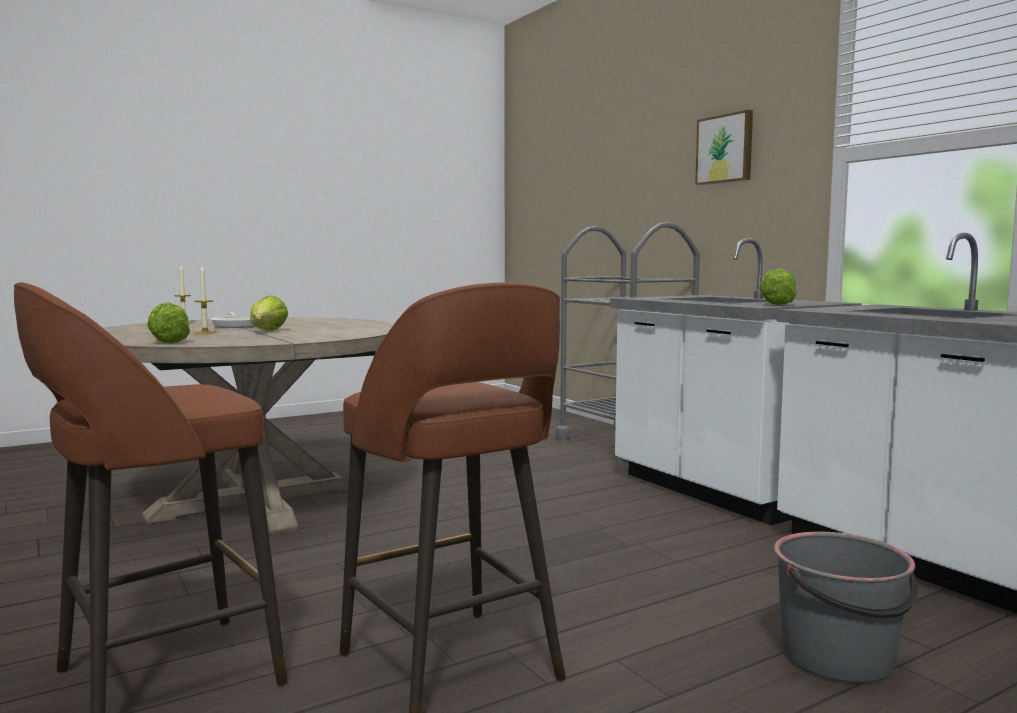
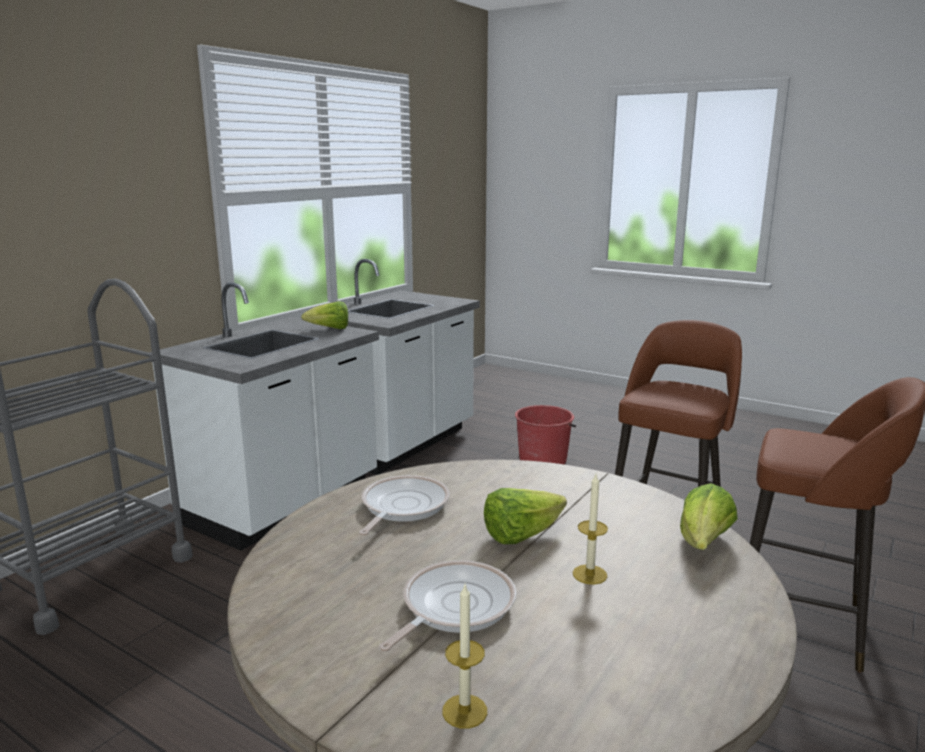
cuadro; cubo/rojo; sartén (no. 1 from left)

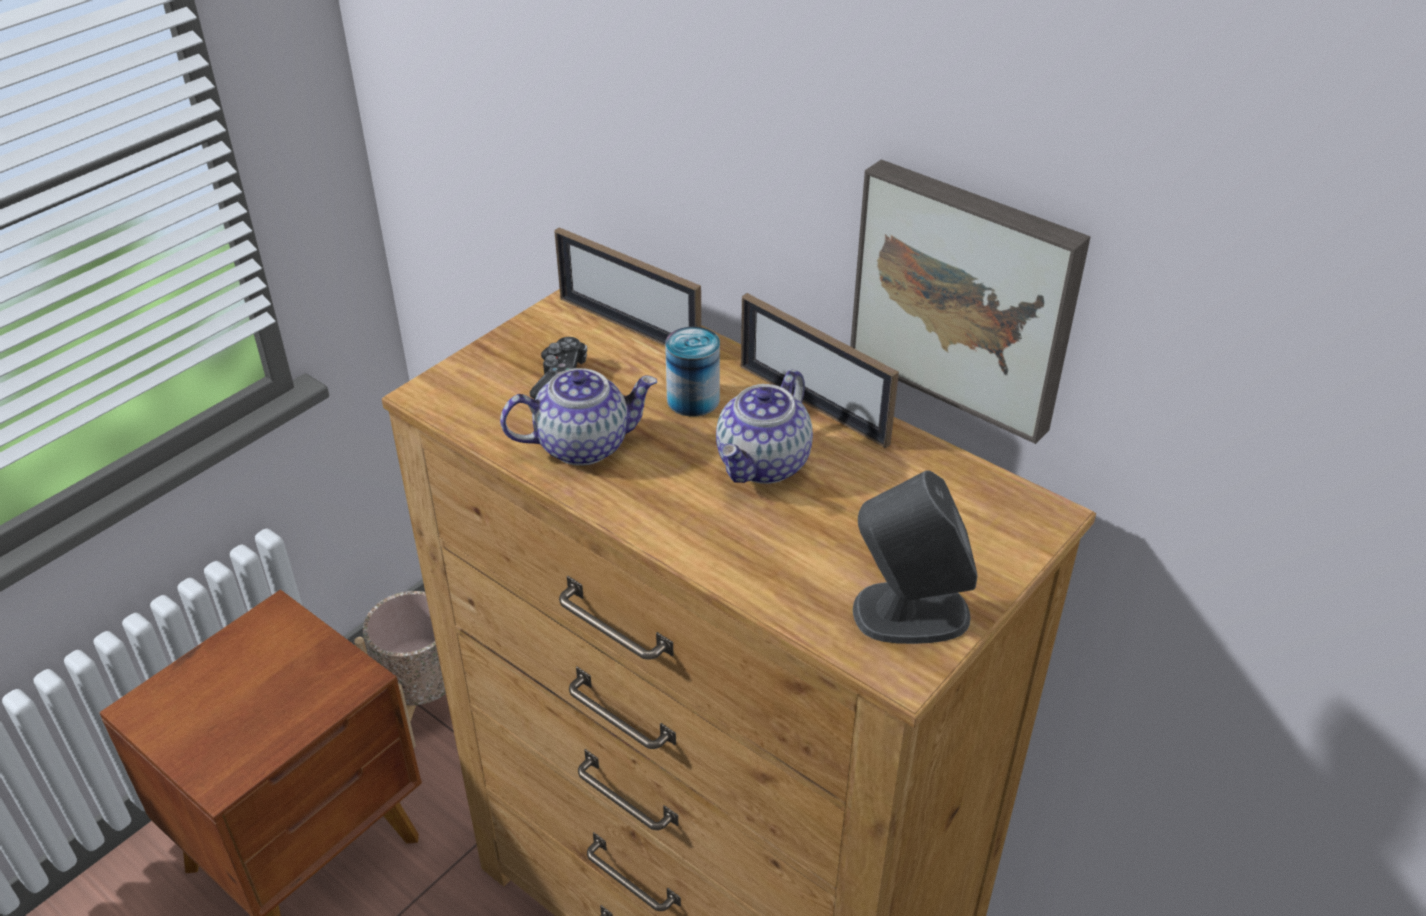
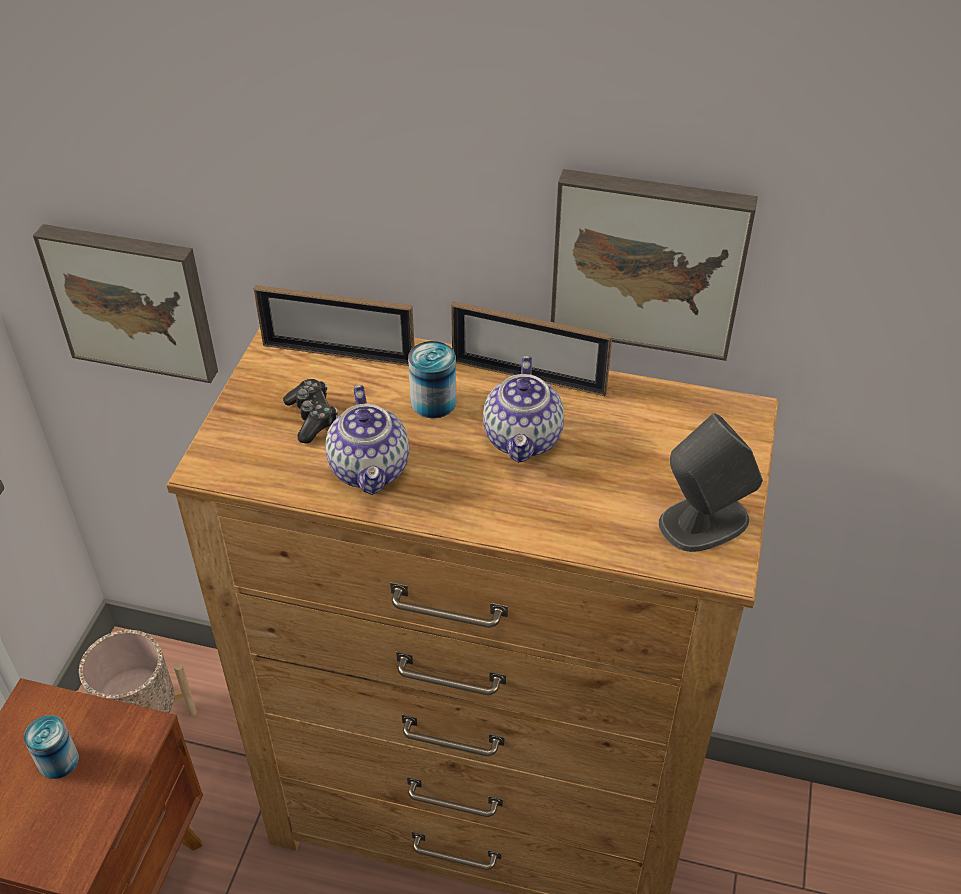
tetera (no. 1 from left); lata (no. 1 from left); cuadro (no. 1 from left)

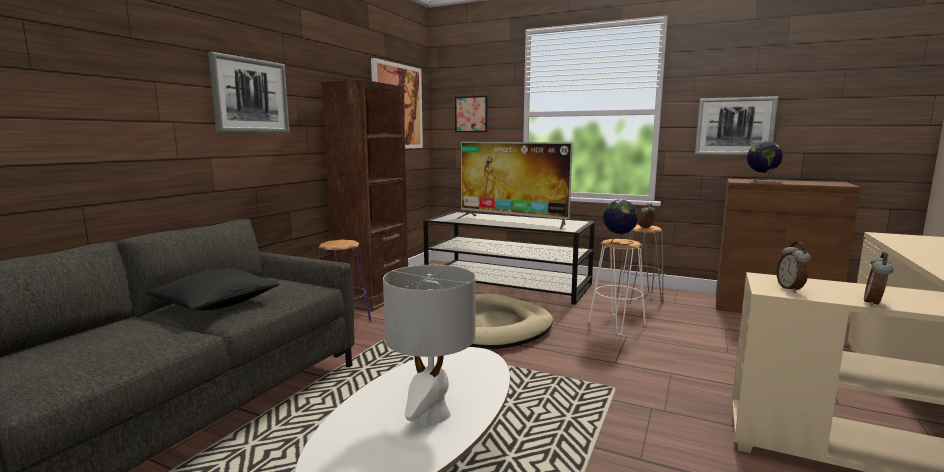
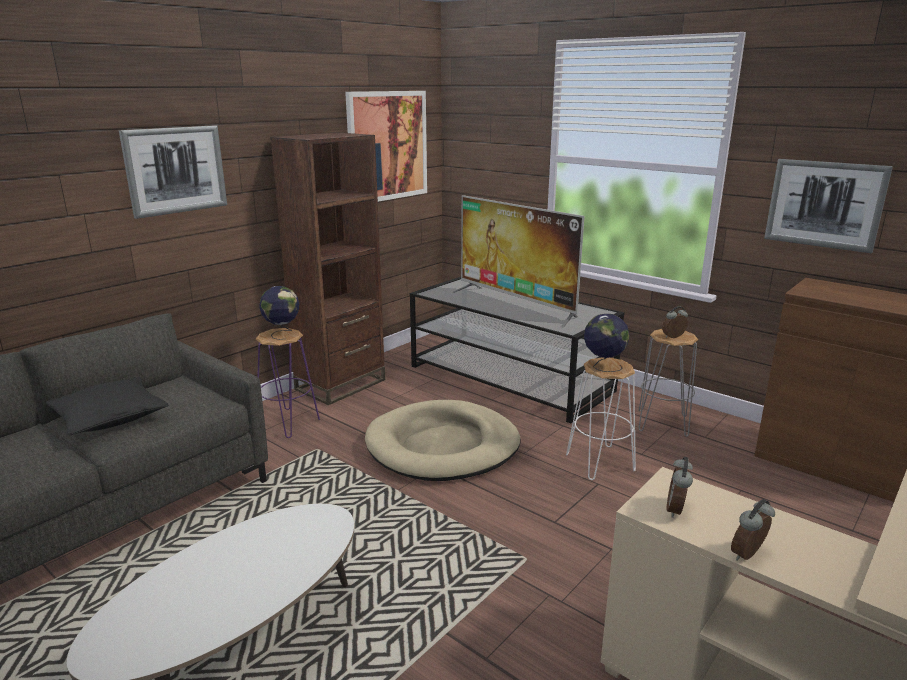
lámpara de mesa/gris; cuadro (no. 3 from left in the first image); globo terráqueo (no. 1 from left)

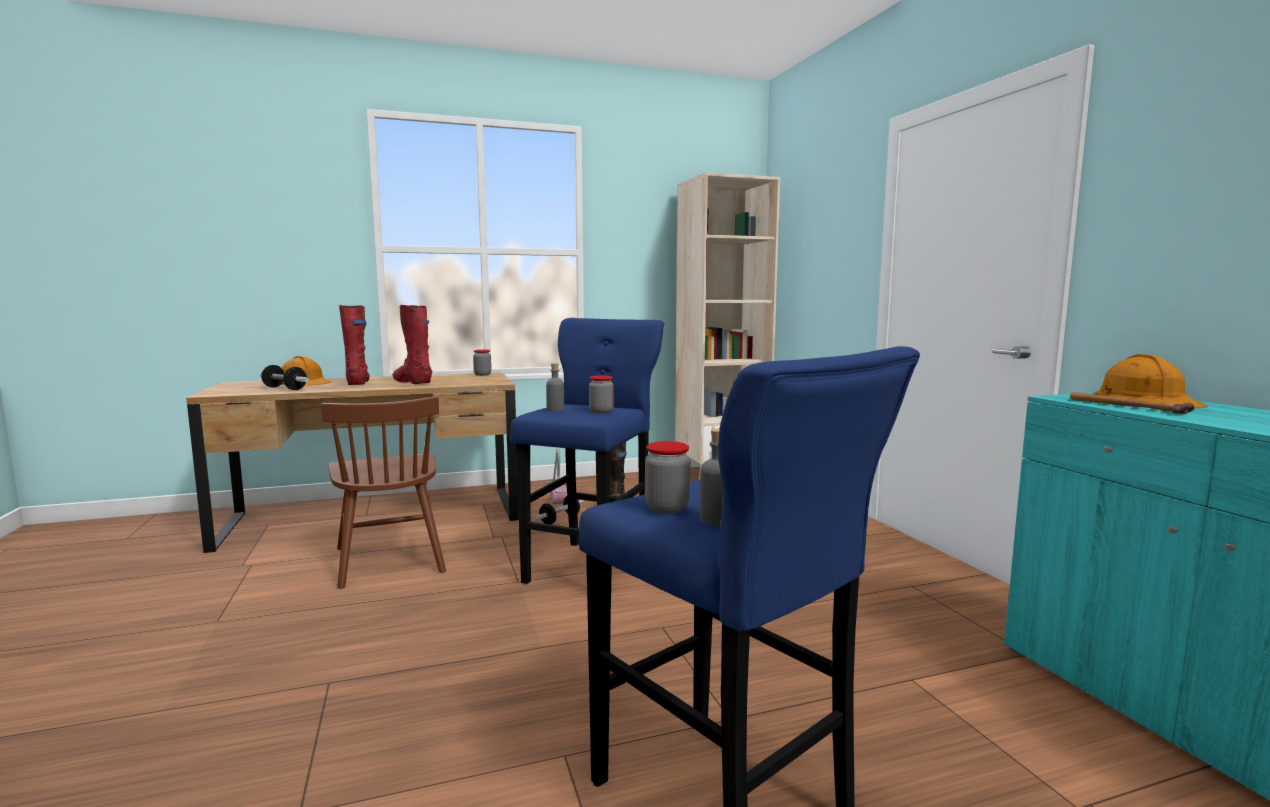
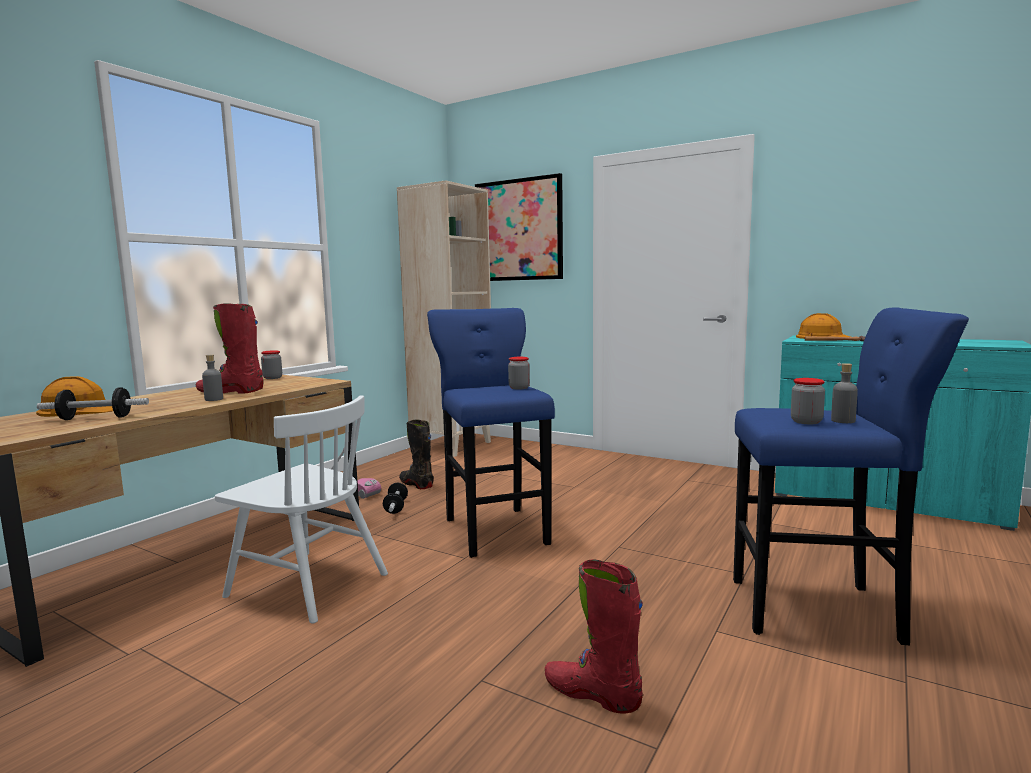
silla/blanco; bota/rojo (no. 2 from left); botella/gris (no. 1 from left); cuadro

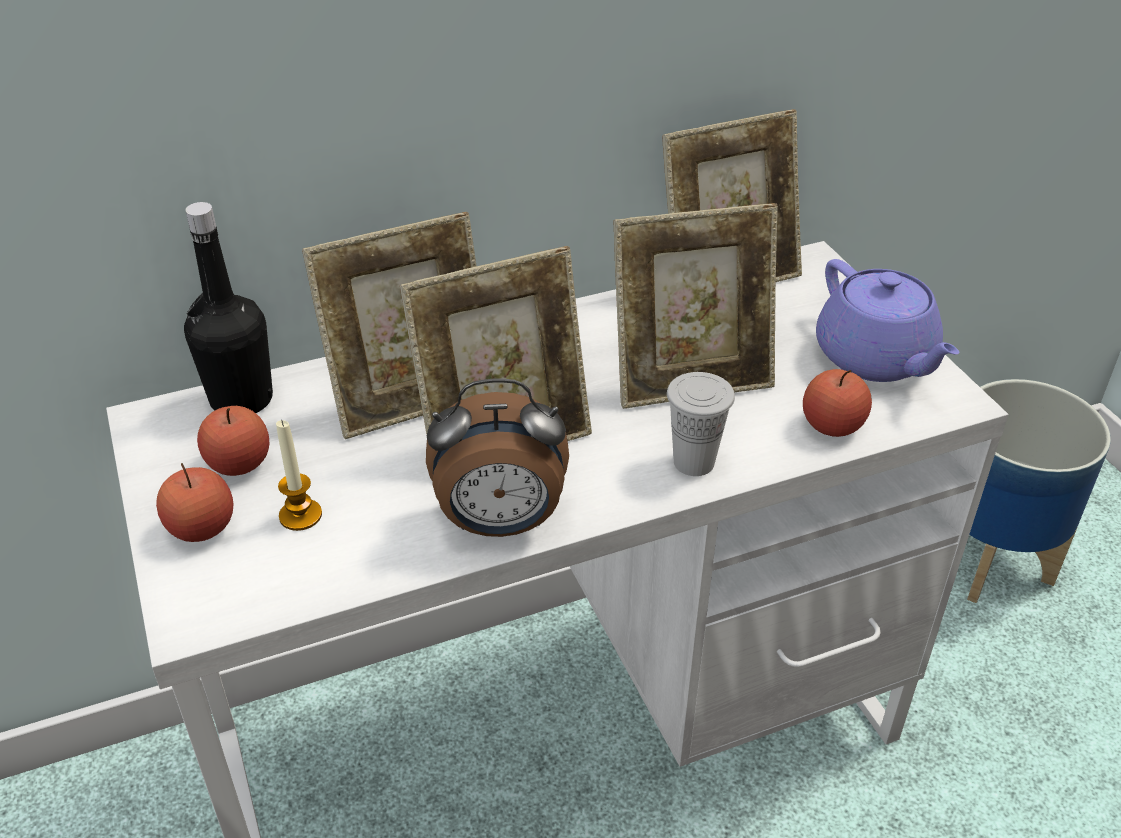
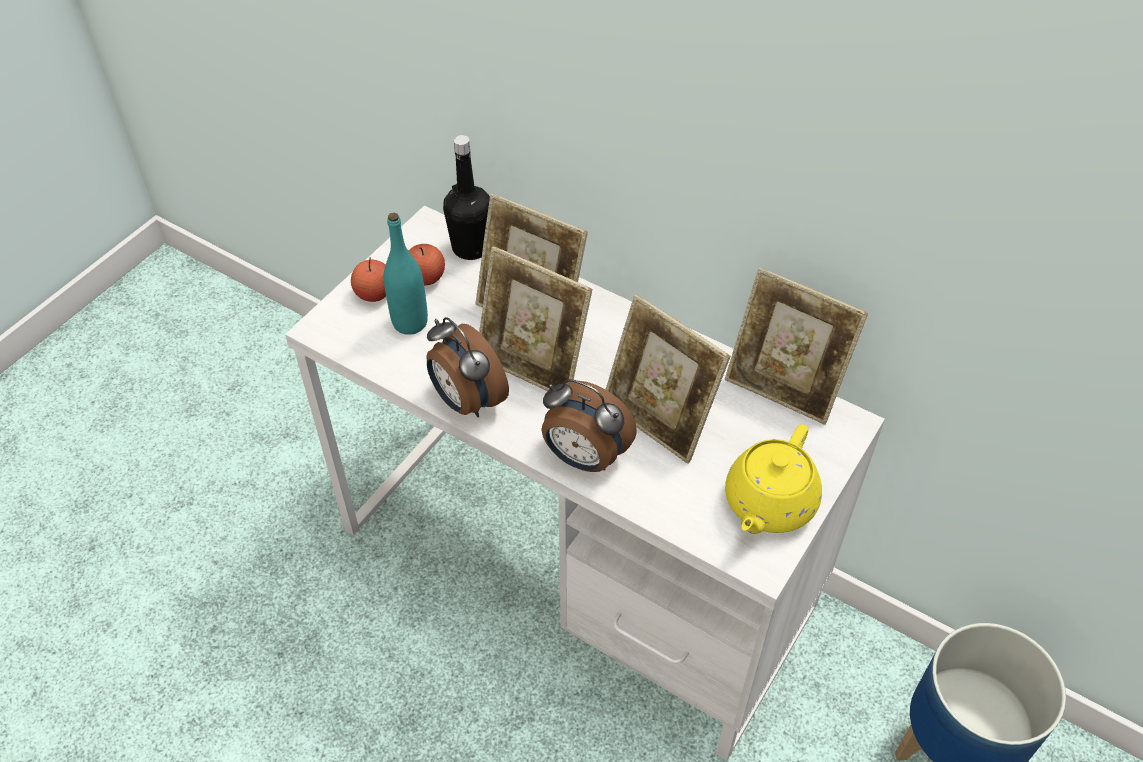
botella/turquesa; despertador (no. 2 from left); manzana (no. 3 from left in the first image); tetera/amarillo

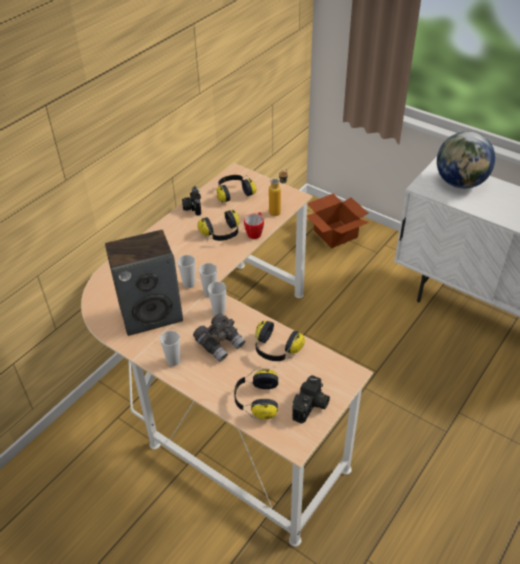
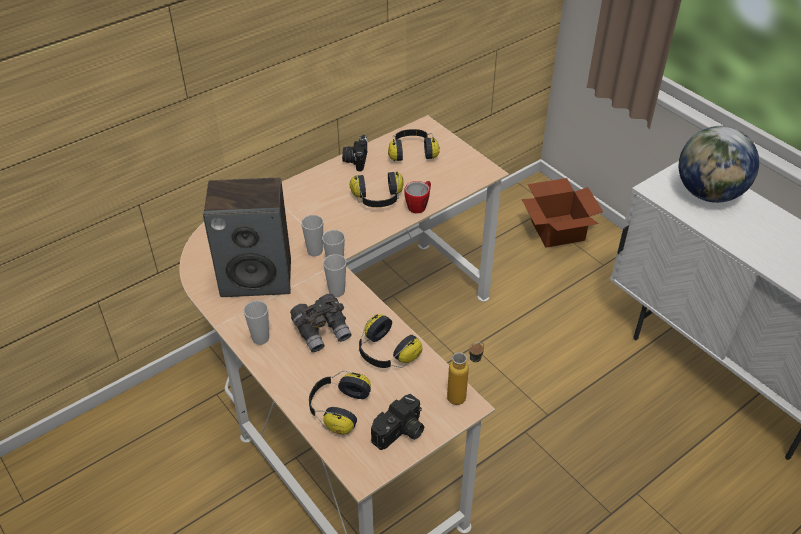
botella

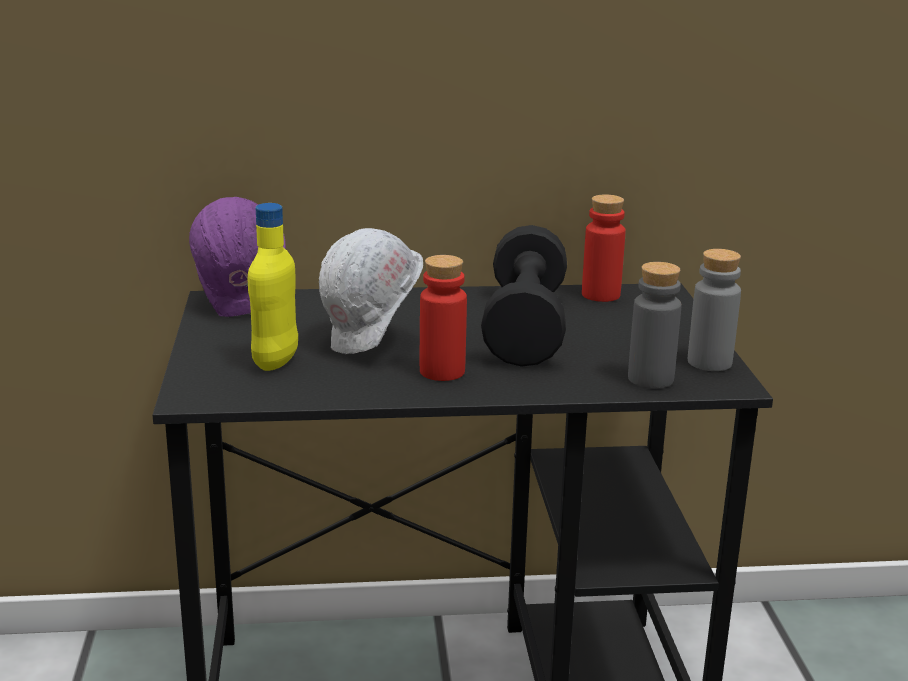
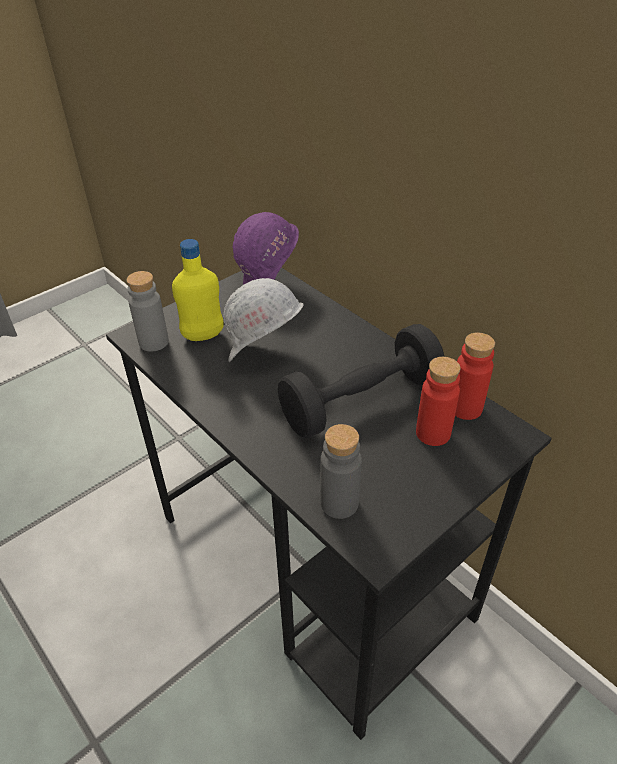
botella/rojo (no. 1 from left); botella/gris (no. 1 from left)

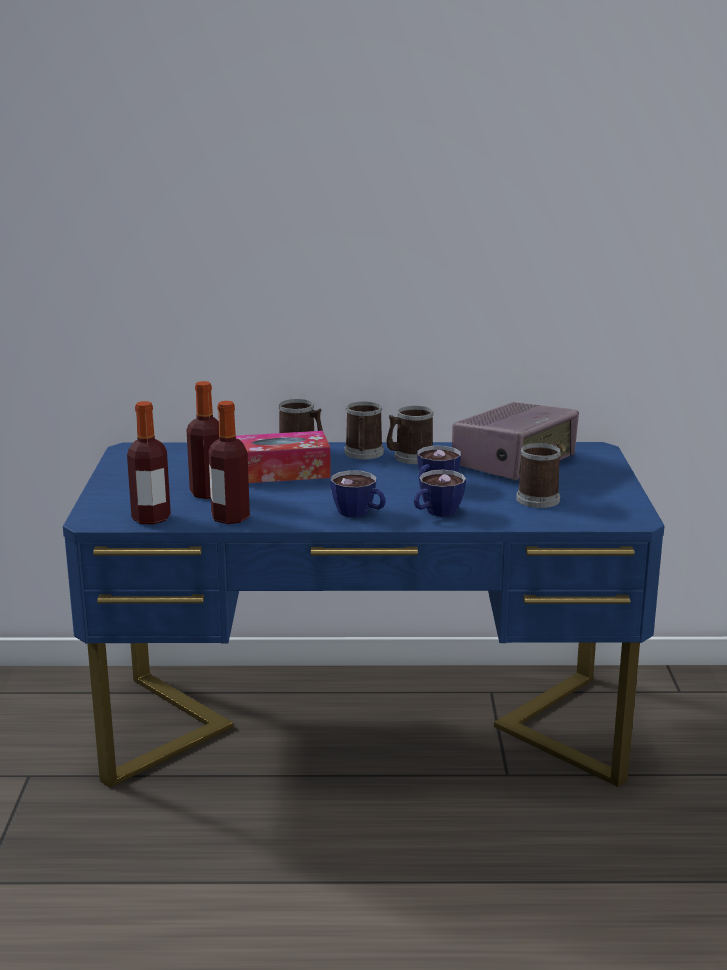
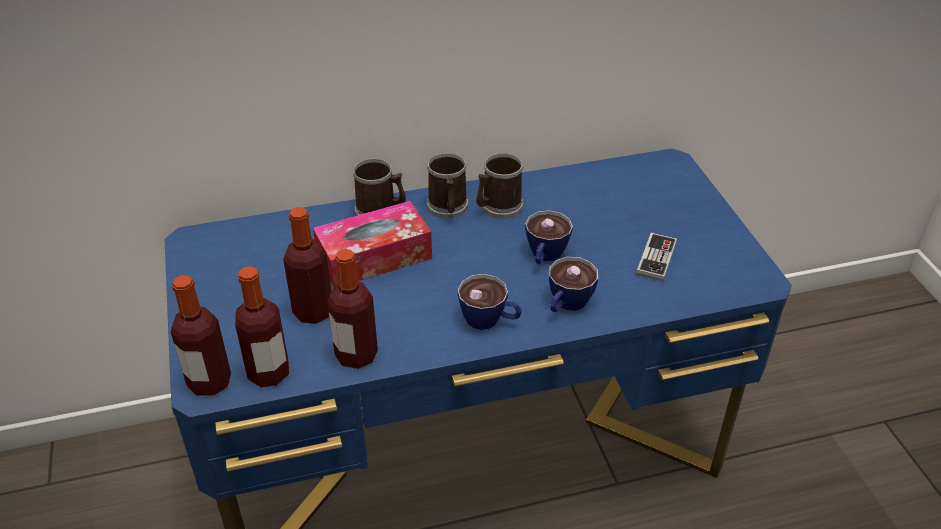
radio; mando de consola; botella (no. 1 from left)

